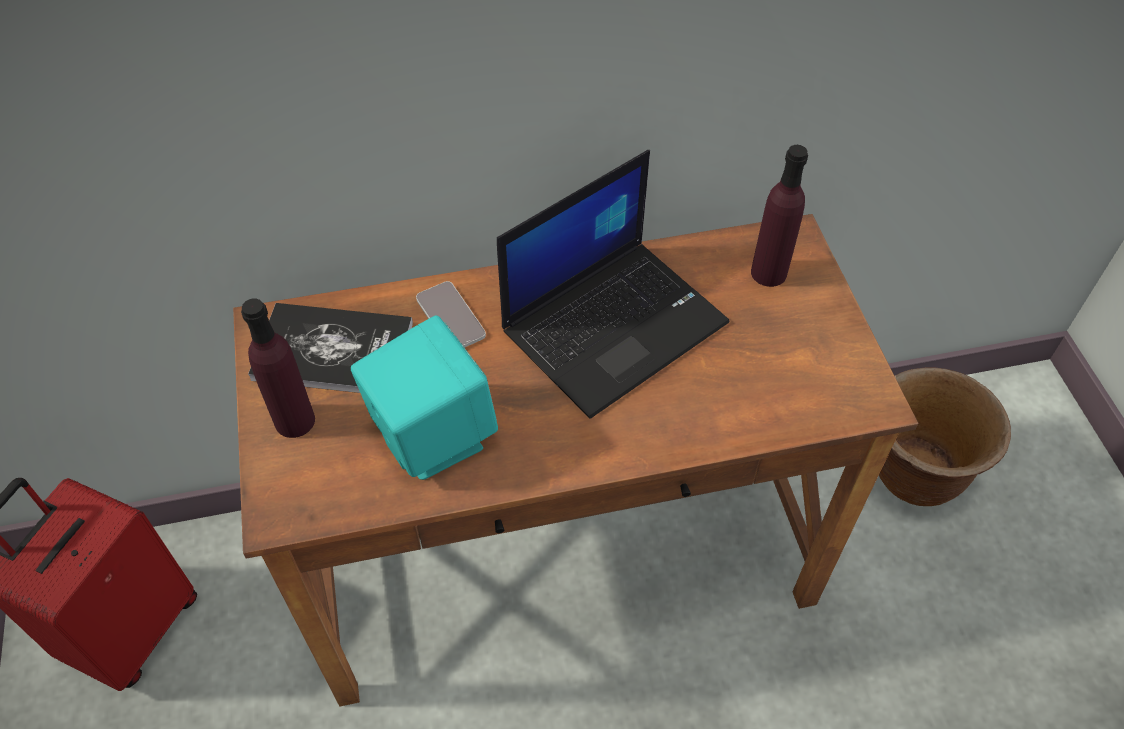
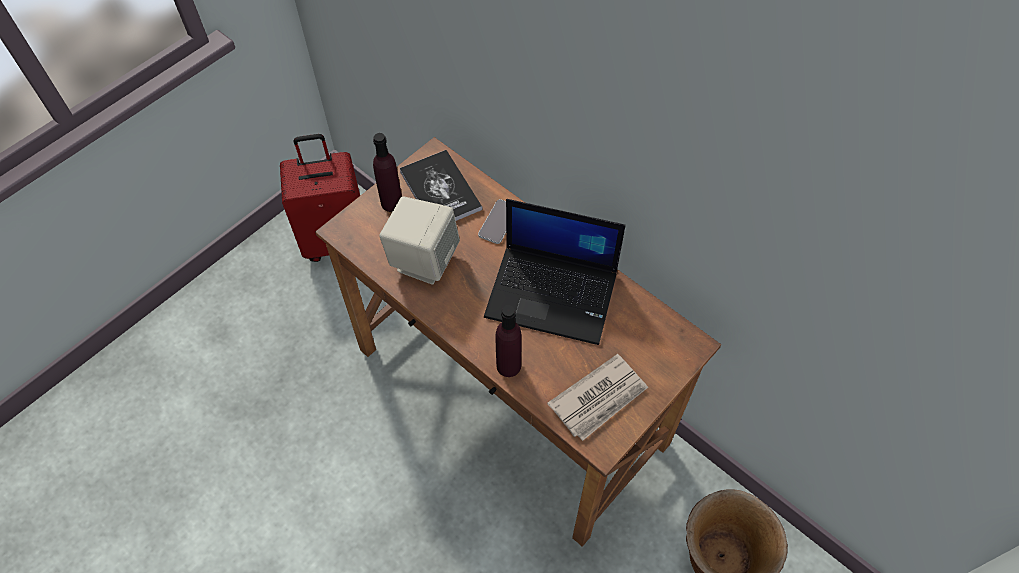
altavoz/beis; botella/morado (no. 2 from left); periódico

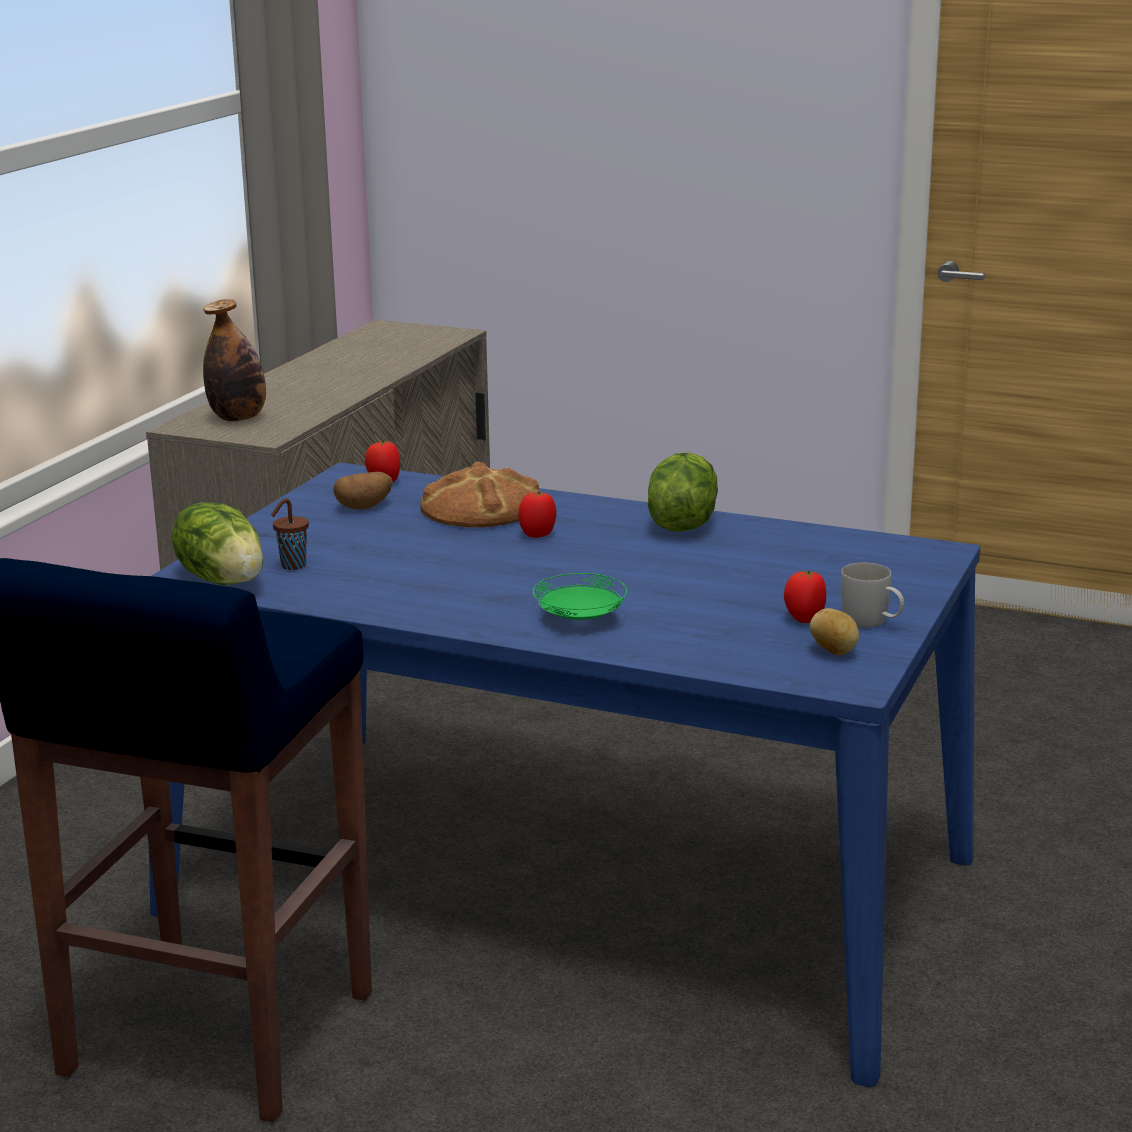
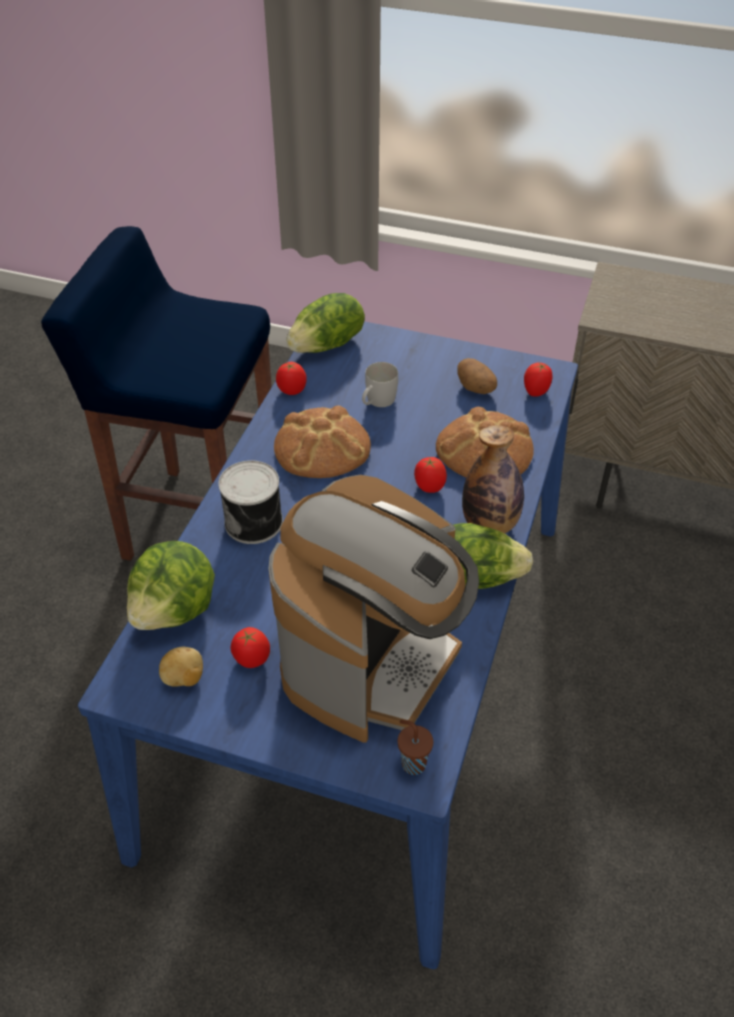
botella; taza/marrón; lata; taza grande/blanco; lechuga (no. 1 from left); cafetera; pan (no. 1 from left); tomate (no. 2 from left)

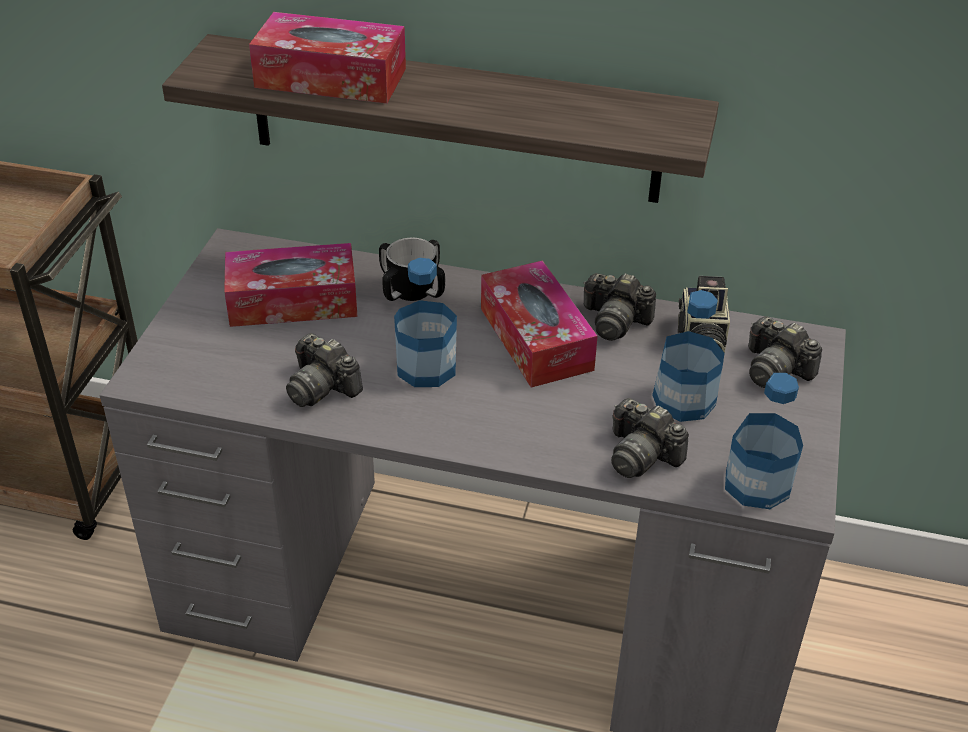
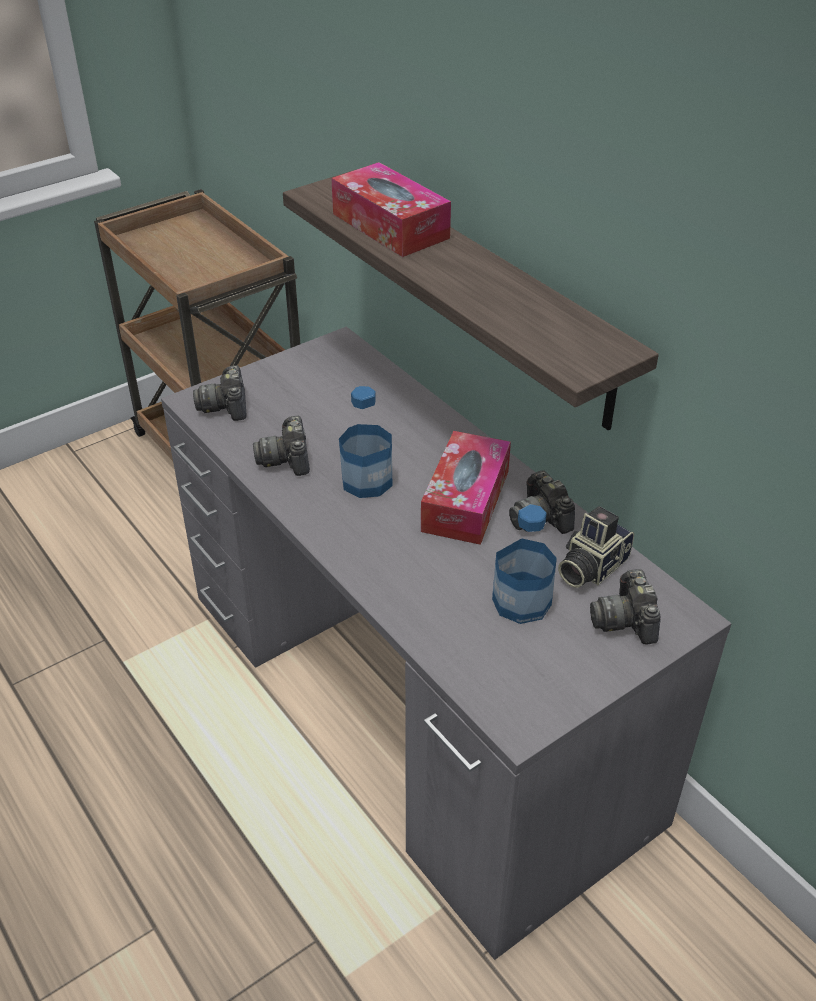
caja de pañuelos (no. 1 from left in the first image); taza grande; cámara (no. 1 from left); botella (no. 3 from left in the first image)

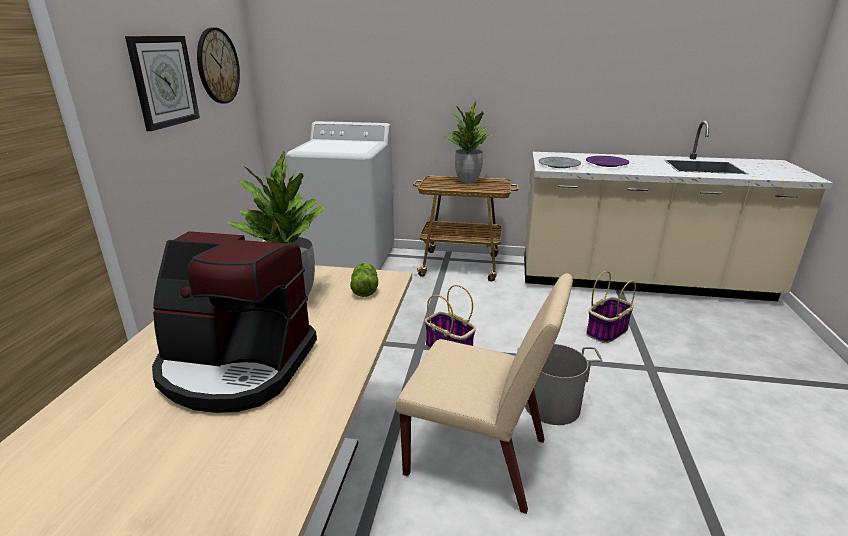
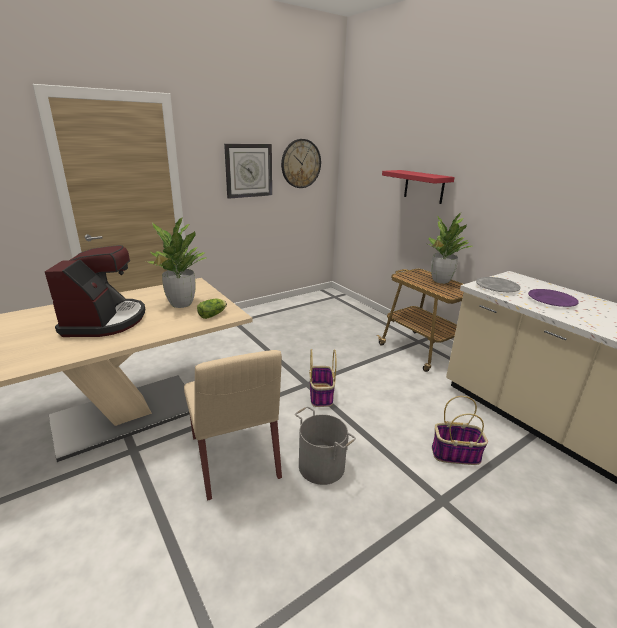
cafetera; lavadora/blanco; estante/rojo

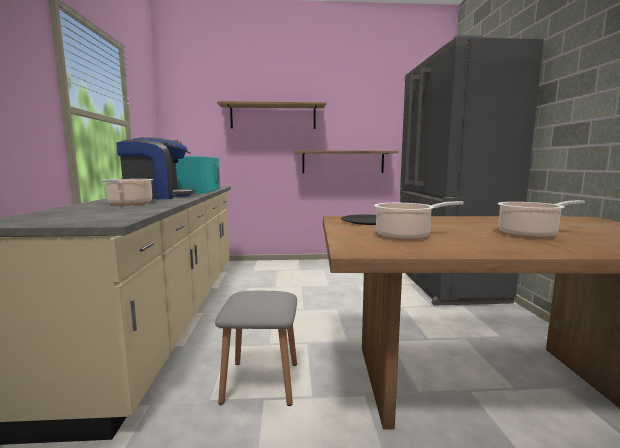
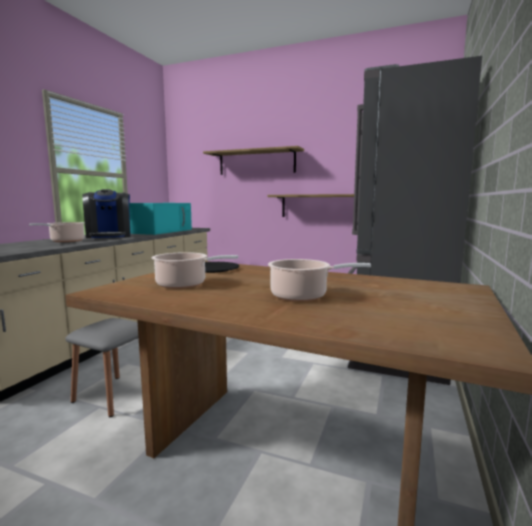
cafetera

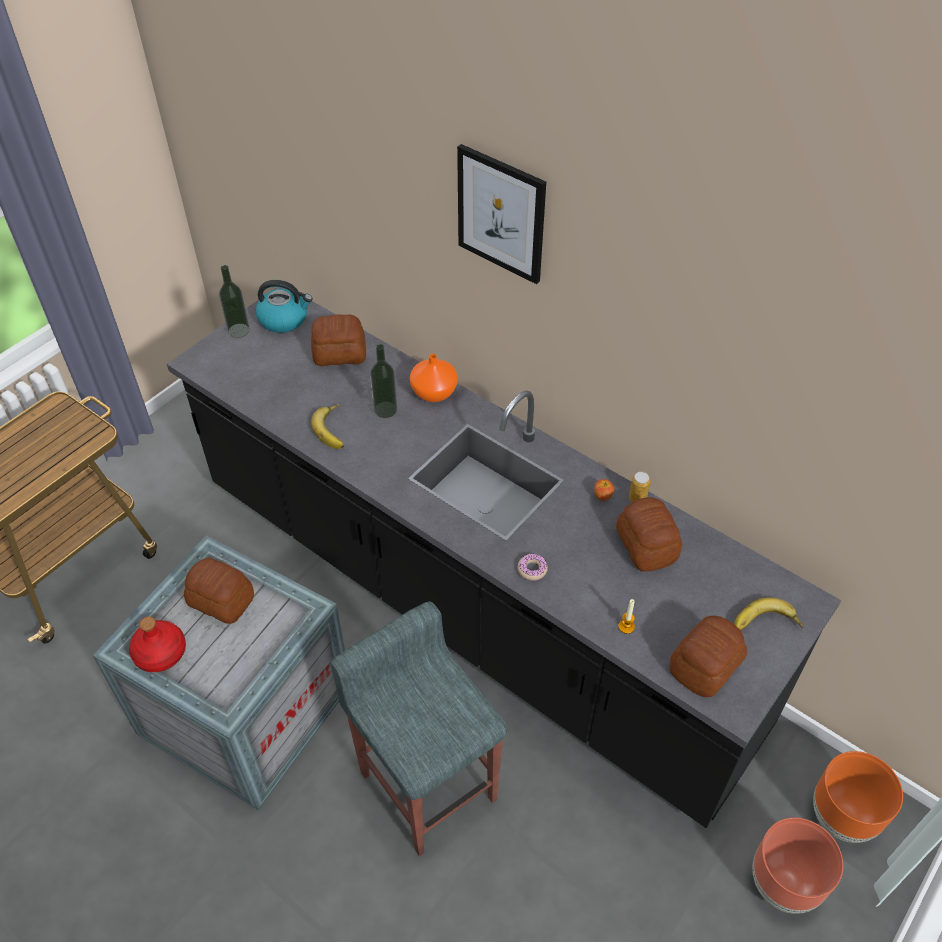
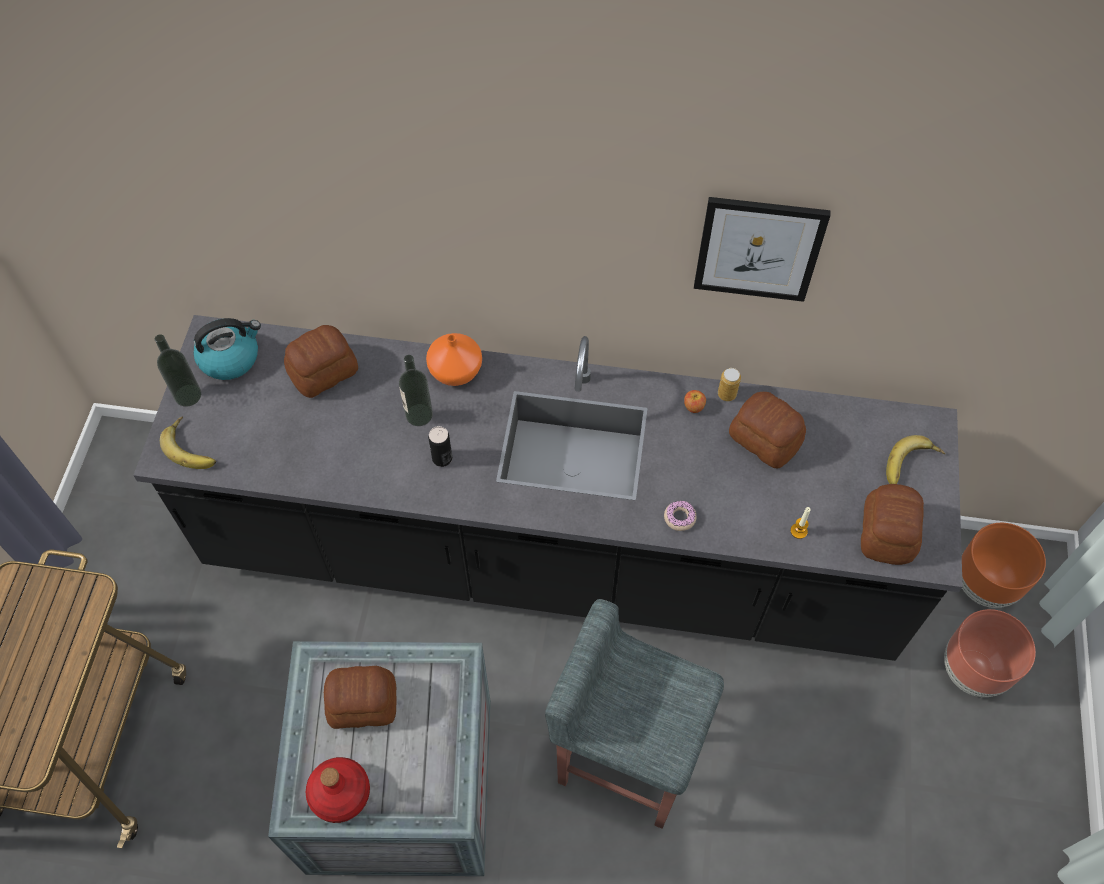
plátano (no. 1 from left); cuadro; lata (no. 1 from left)

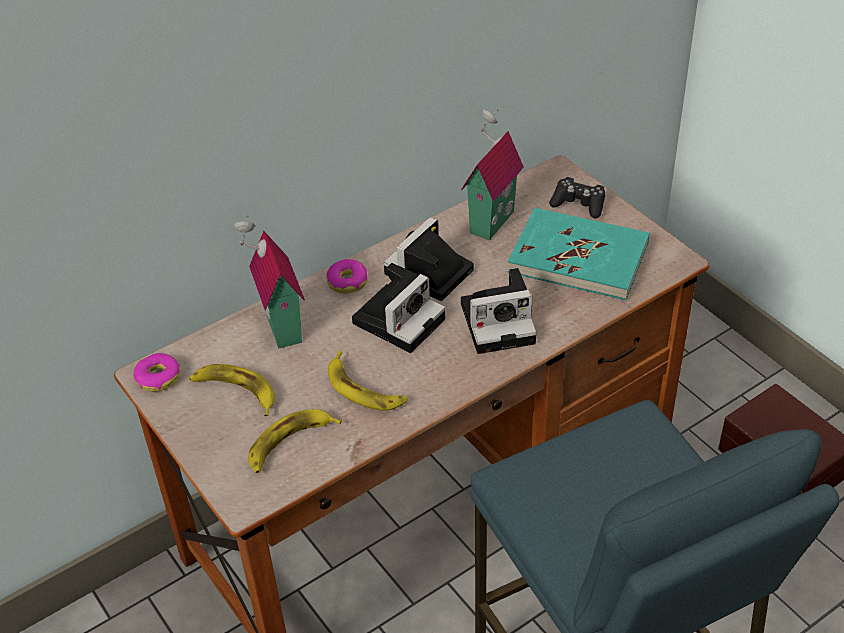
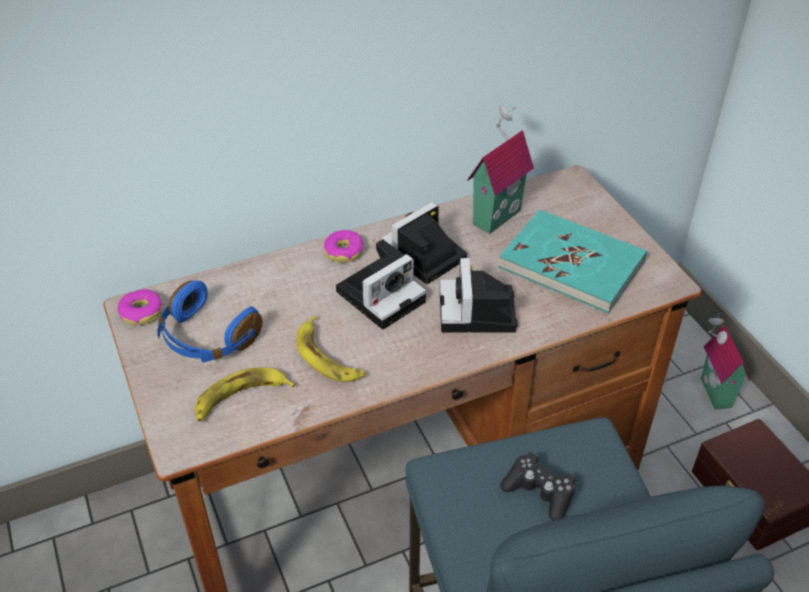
auriculares/azul; casita (no. 2 from left); cámara (no. 3 from left); mando de consola/negro

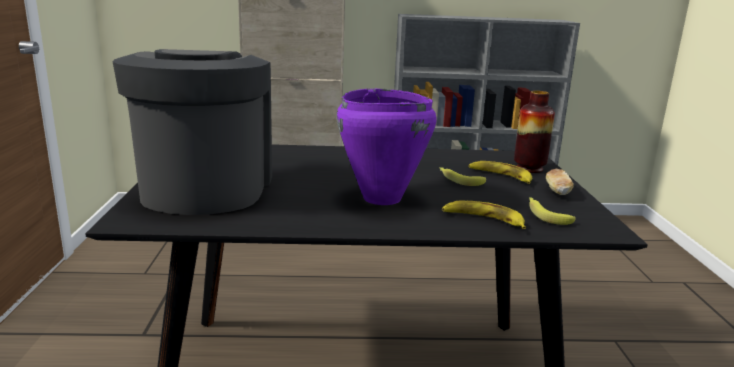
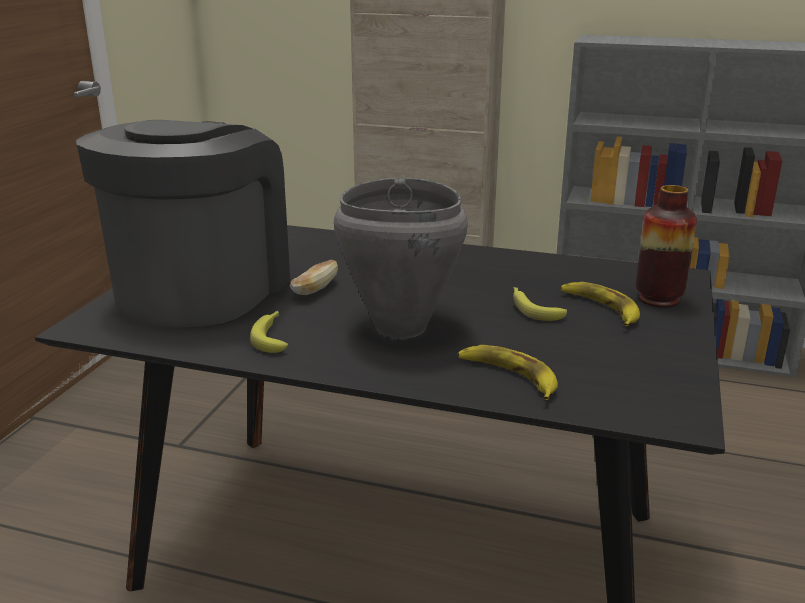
olla/gris; plátano (no. 1 from left); pan

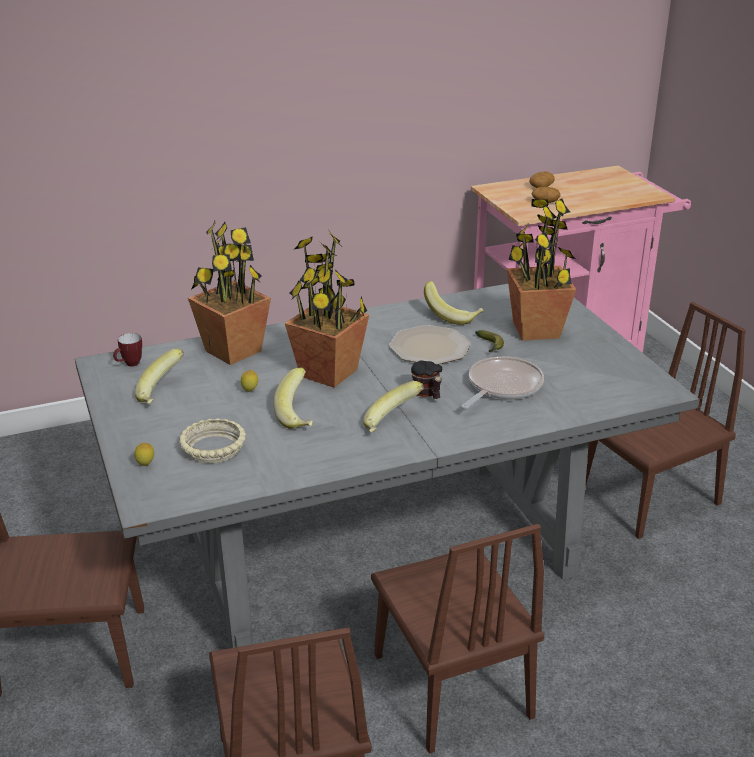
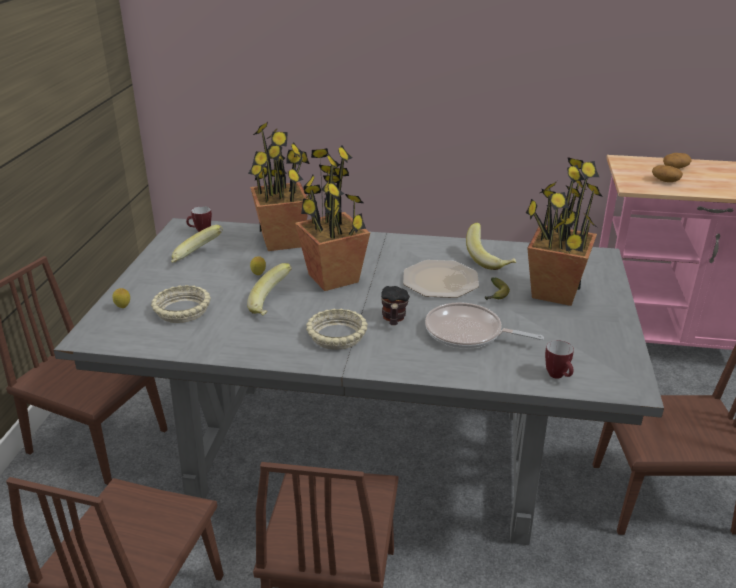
cuenco/beis (no. 2 from left); sartén; taza grande (no. 3 from left)

